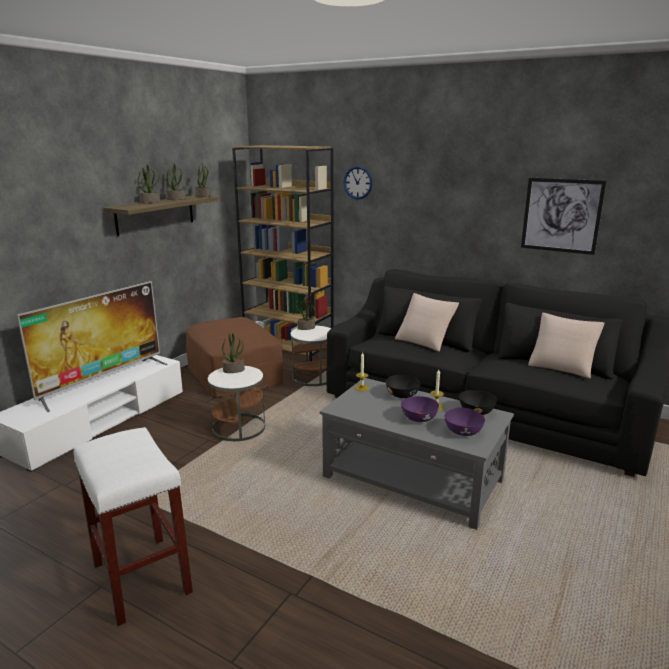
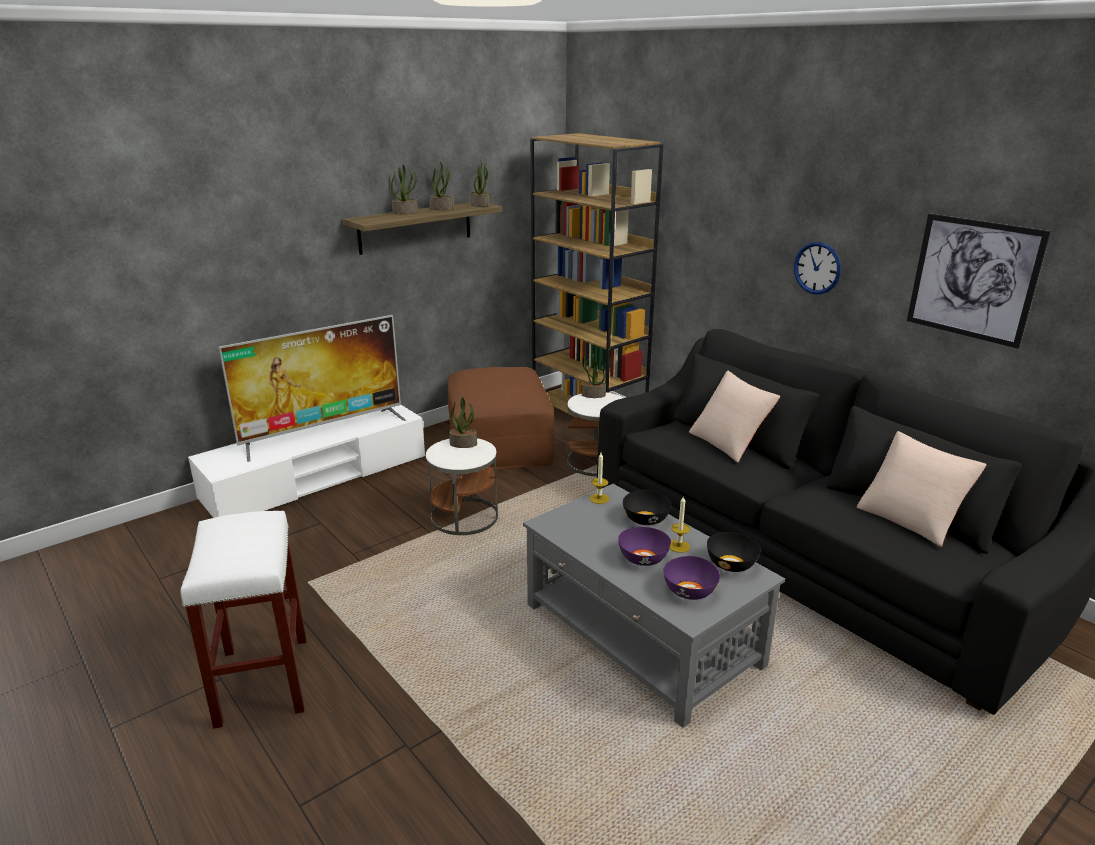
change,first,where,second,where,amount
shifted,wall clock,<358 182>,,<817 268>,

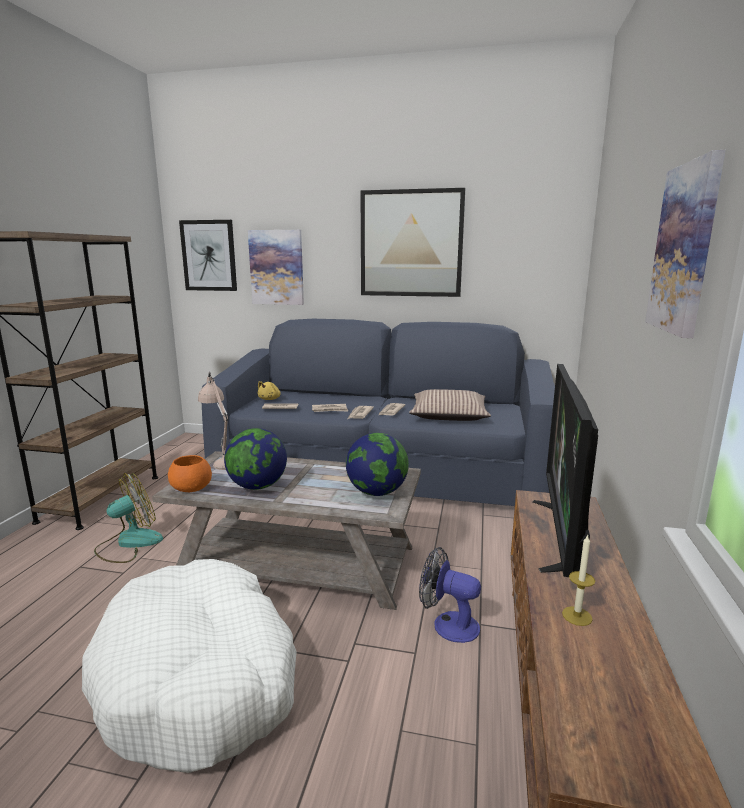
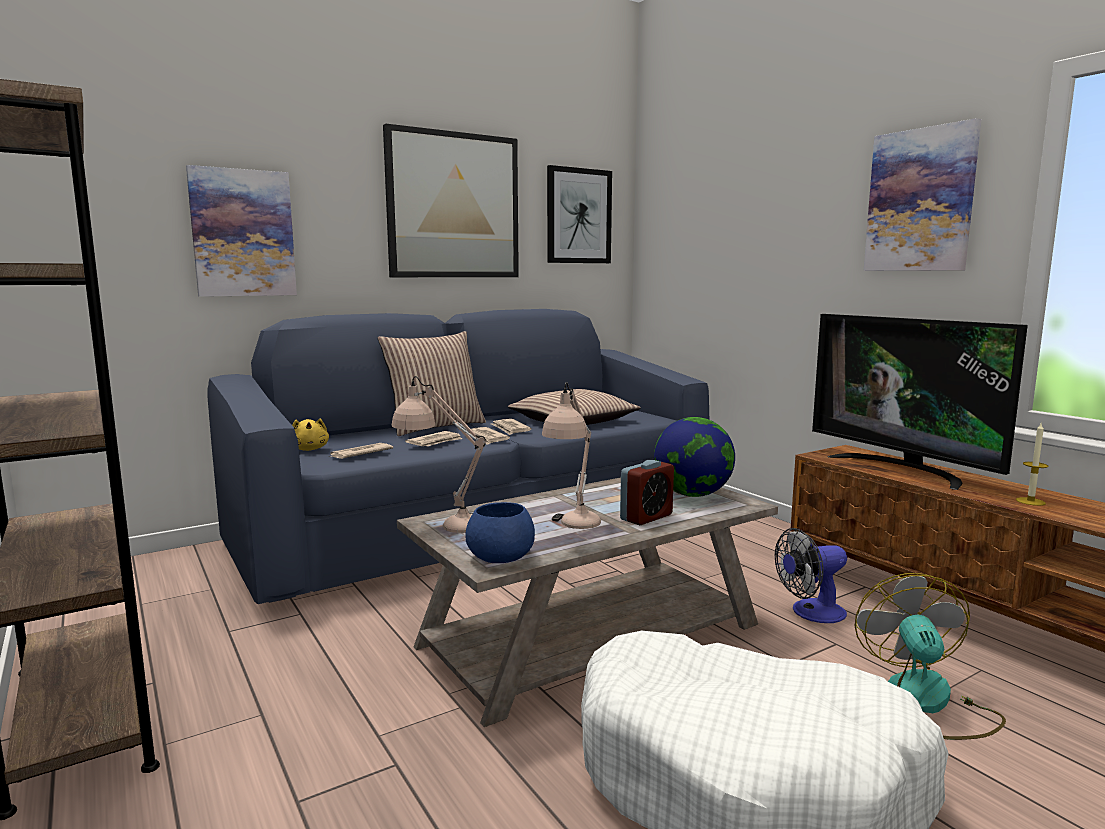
change,first,where,second,where,amount
shifted,fan,<129 543>,,<927 703>,
repainted,orange bowl,<192 488>,blue bowl,<502 557>,
shifted,picture,<209 255>,,<578 216>,
swapped,globe,<257 486>,beige table lamp,<572 529>,
new,,,pillow,<435 426>,
new,,,alarm clock,<646 517>,

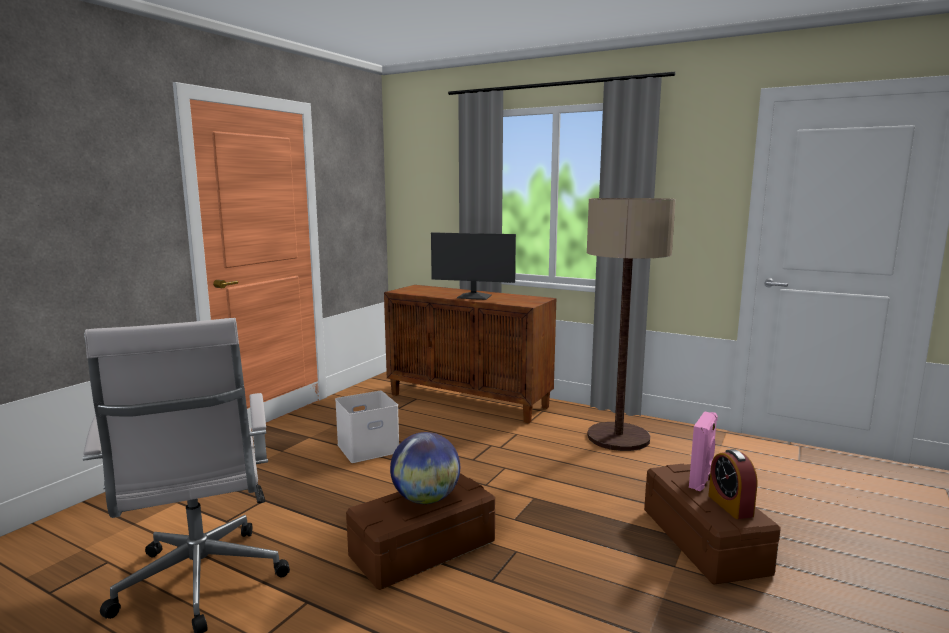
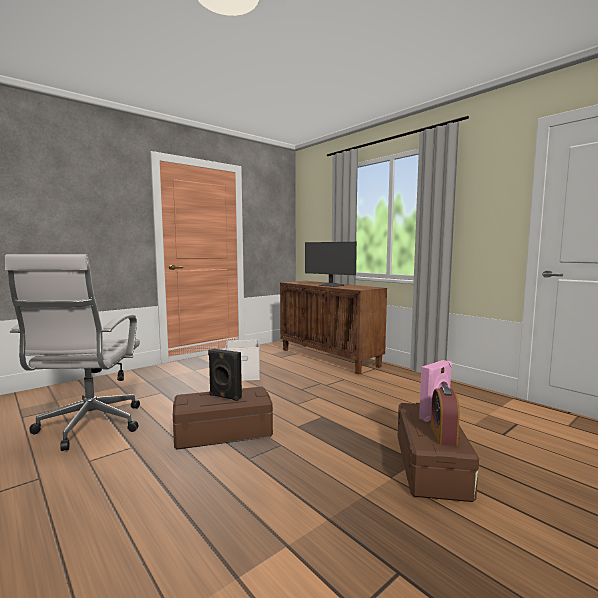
change,first,where,second,where,amount
swapped,globe,<426 499>,black speaker,<224 397>,
gone,floor lamp,<618 437>,,,

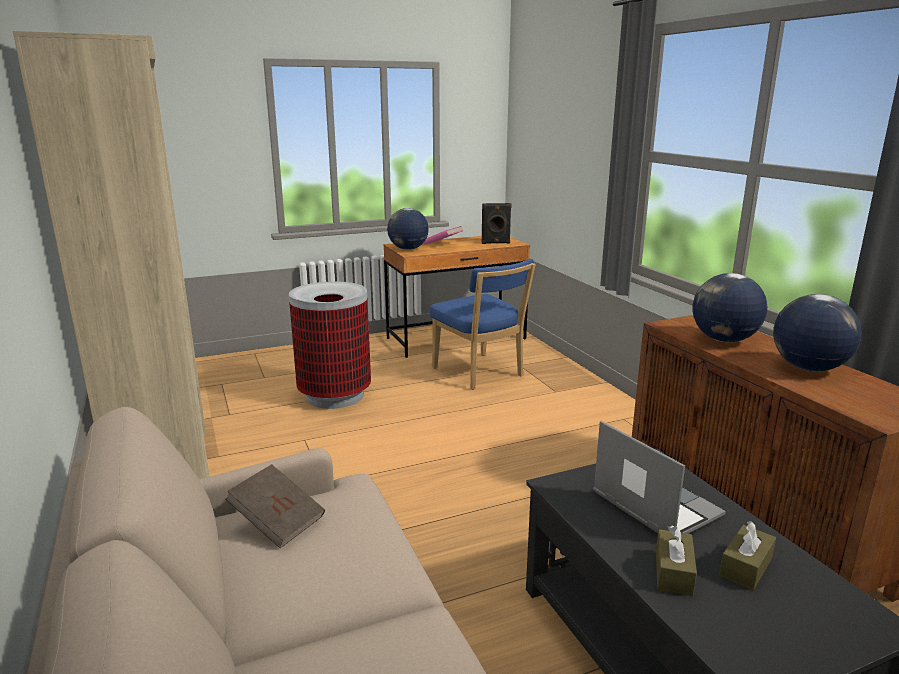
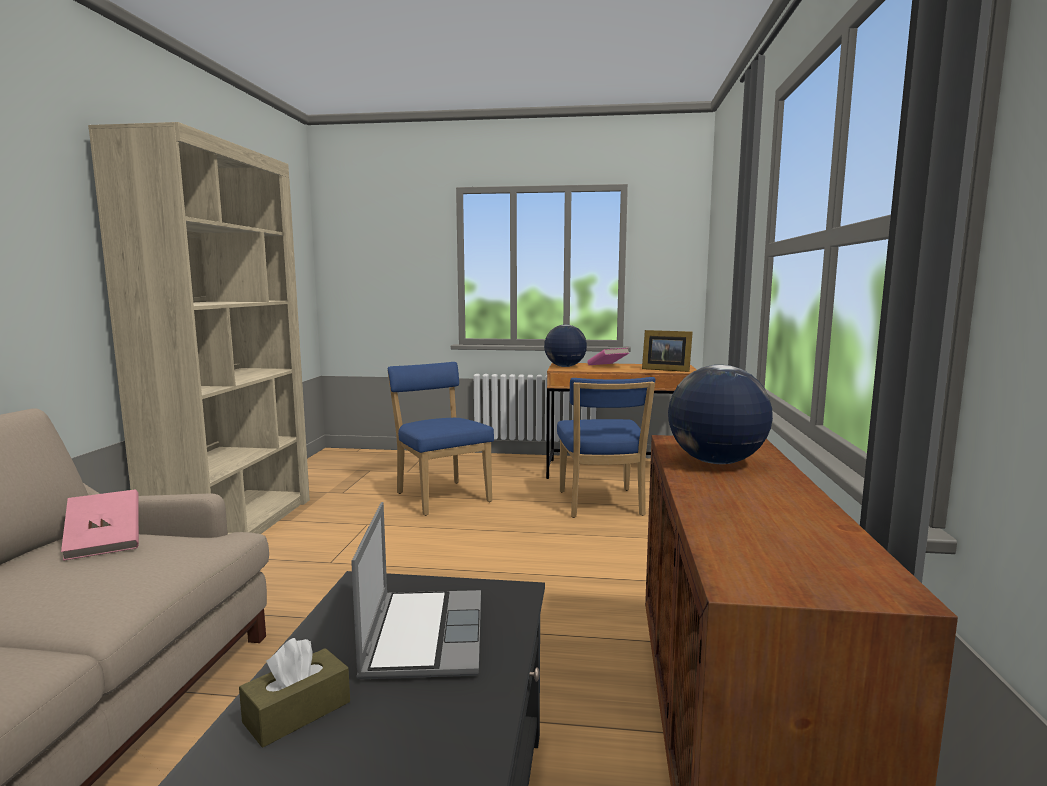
change,first,where,second,where,amount
repainted,brown book,<278 521>,pink book,<105 542>,
swapped,trash can,<334 395>,blue chair,<441 496>,
swapped,black speaker,<495 243>,picture frame,<665 369>,
gone,brown tissue box,<745 567>,,,
gone,globe,<808 368>,,,

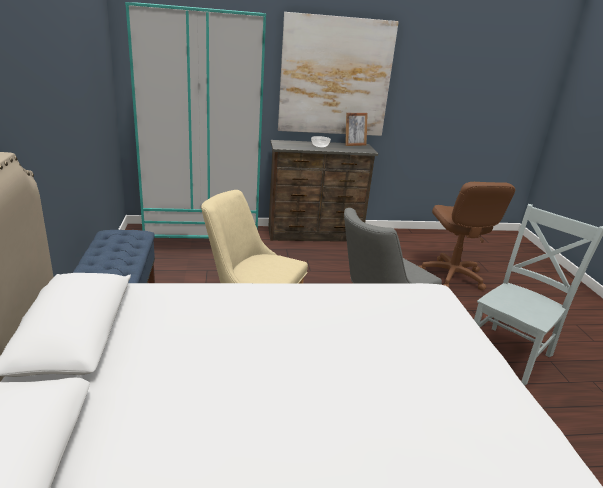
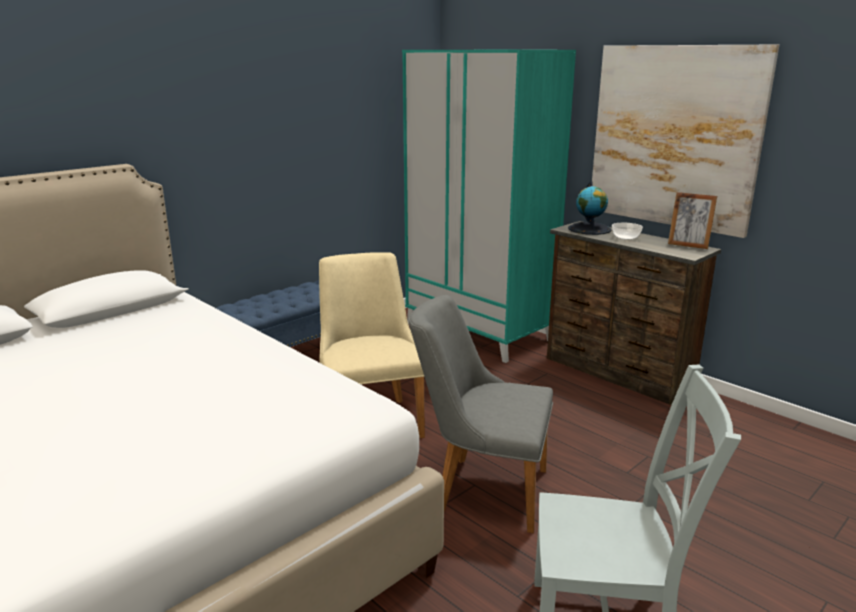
change,first,where,second,where,amount
gone,brown office chair,<451 276>,,,
new,,,globe,<589 229>,

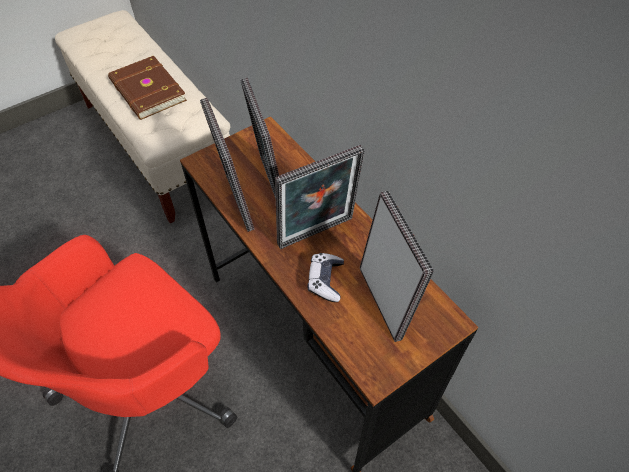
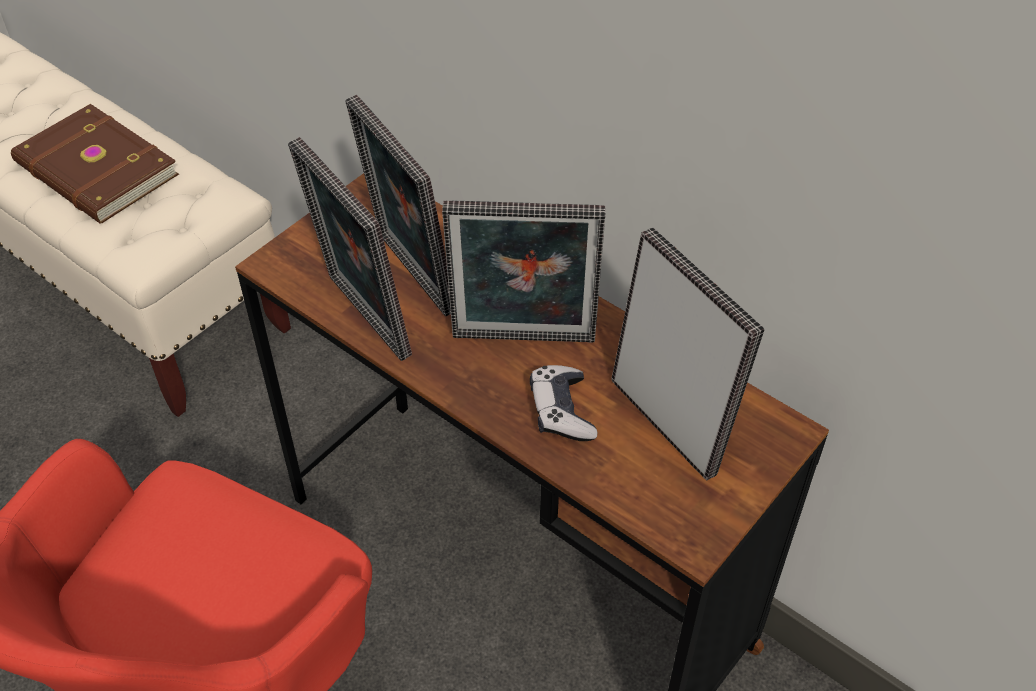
change,first,where,second,where,amount
rotated,picture frame,<317 235>,,<523 342>,45 degrees clockwise

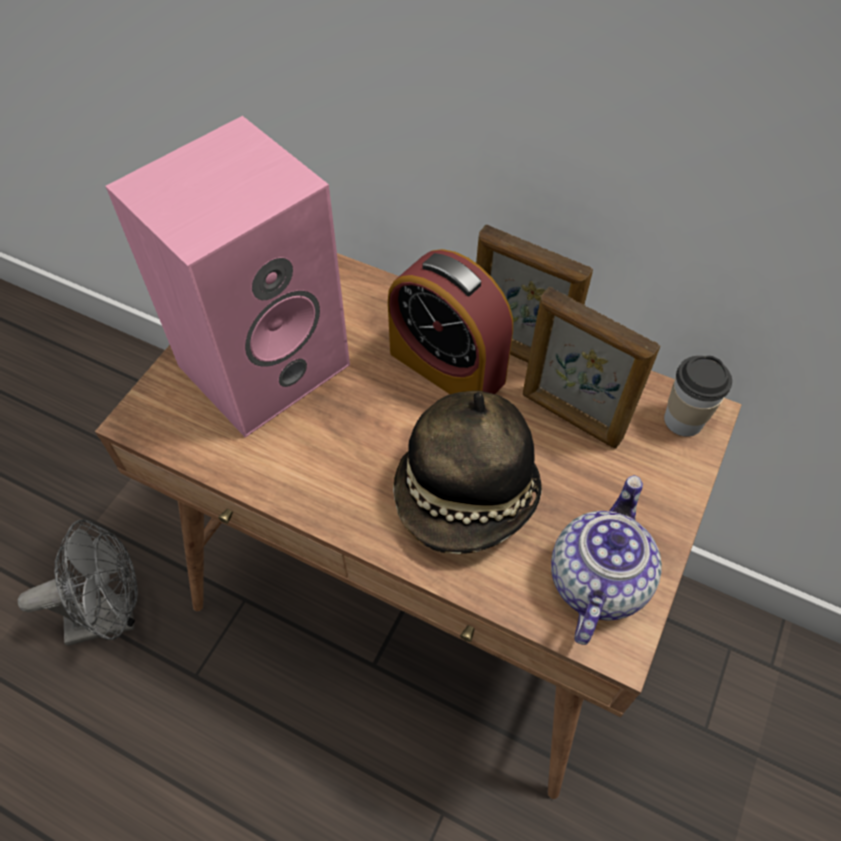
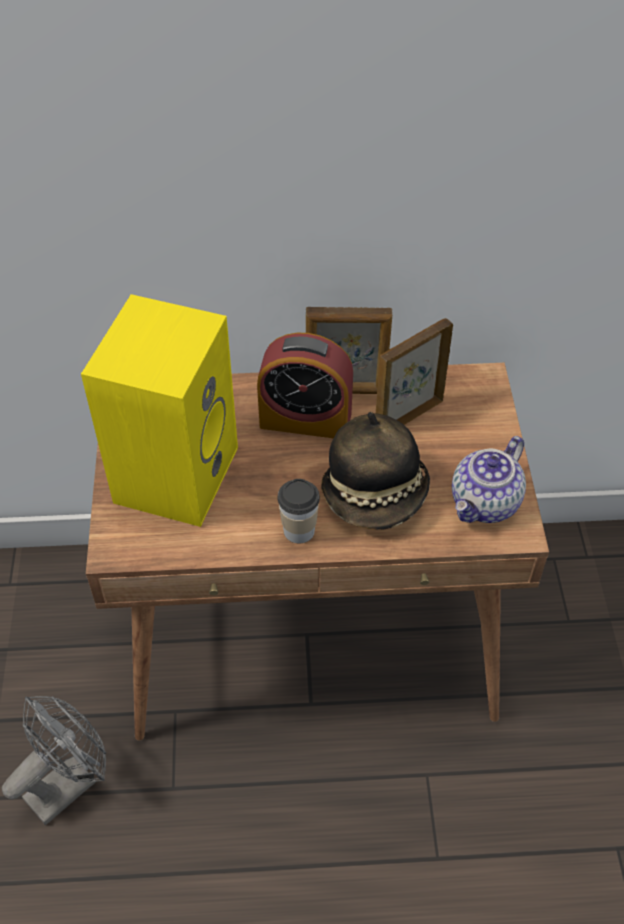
change,first,where,second,where,amount
repainted,pink speaker,<265 361>,yellow speaker,<175 471>,
rotated,picture frame,<571 417>,,<407 416>,135 degrees clockwise
rotated,teapot,<596 579>,,<485 503>,135 degrees counterclockwise
shifted,cup,<683 420>,,<299 531>,

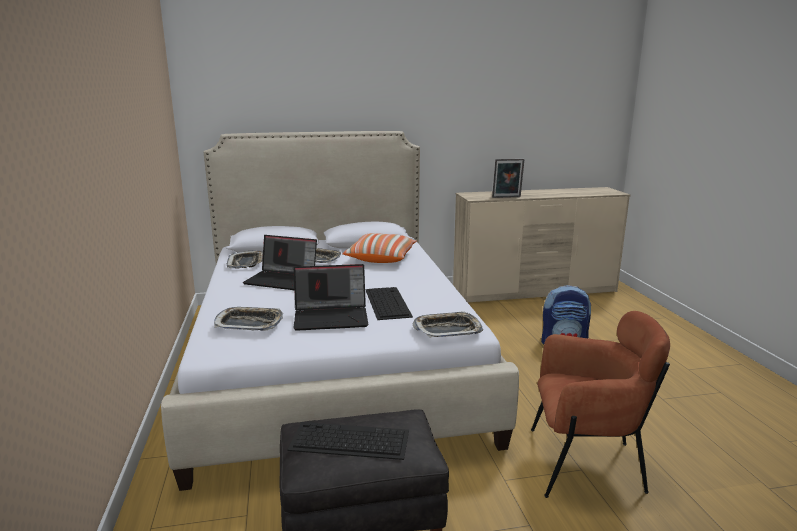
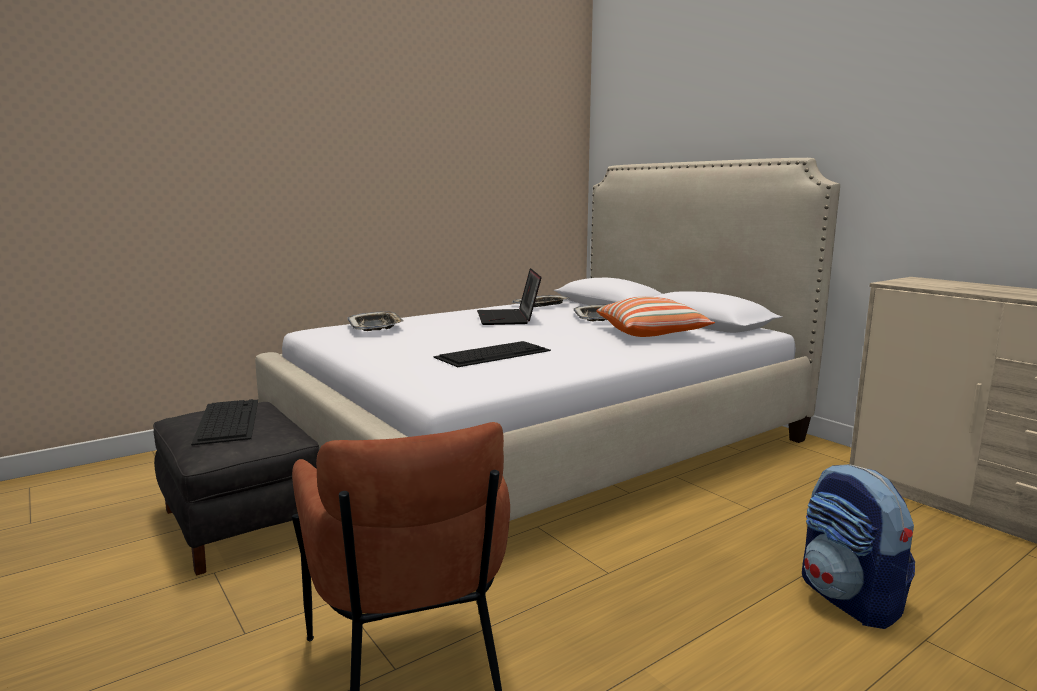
change,first,where,second,where,amount
gone,laptop,<332 317>,,,
gone,tray,<447 329>,,,
gone,picture frame,<507 197>,,,

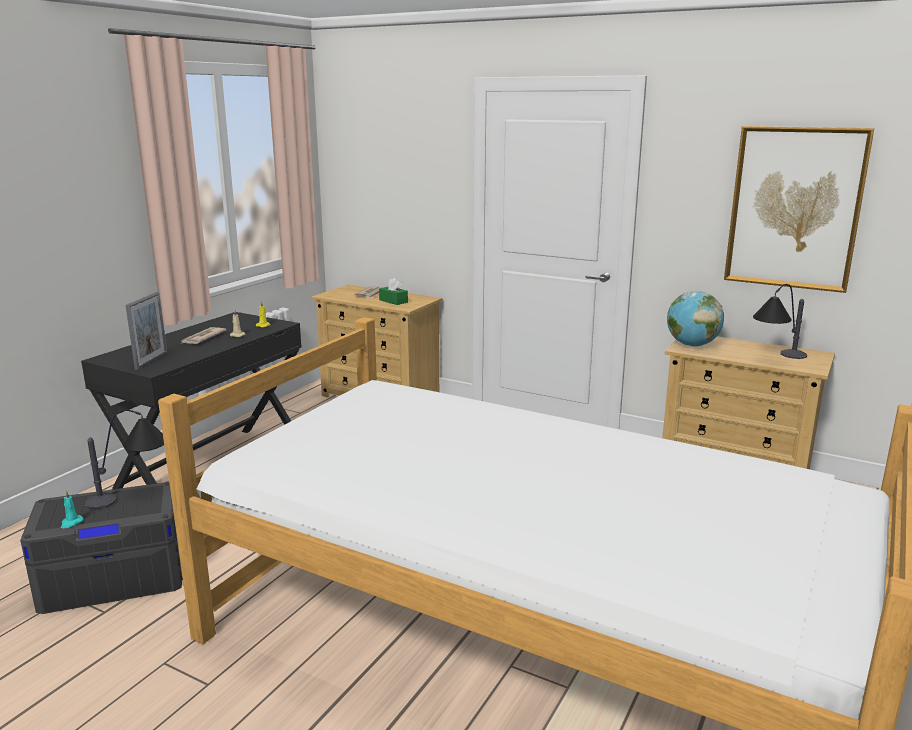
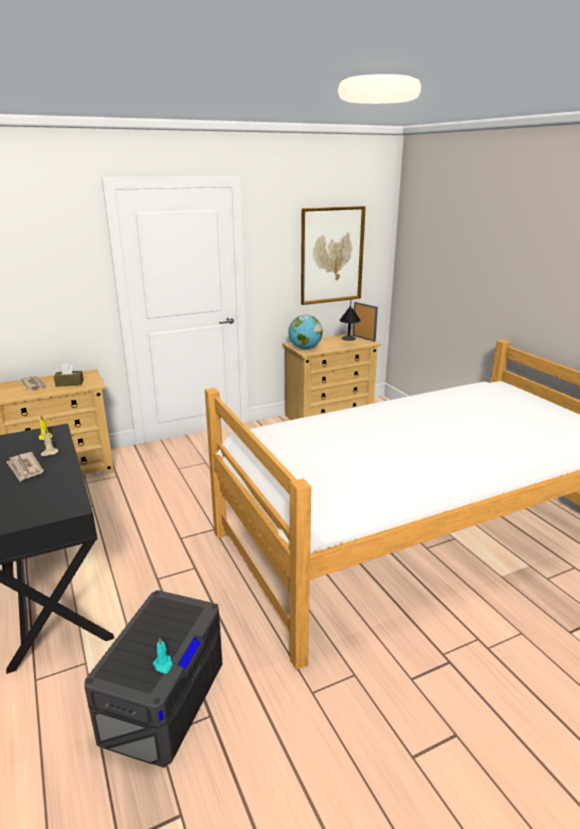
change,first,where,second,where,amount
gone,table lamp,<133 493>,,,
shifted,picture frame,<151 361>,,<364 338>,
repainted,green tissue box,<393 301>,brown tissue box,<69 383>,

